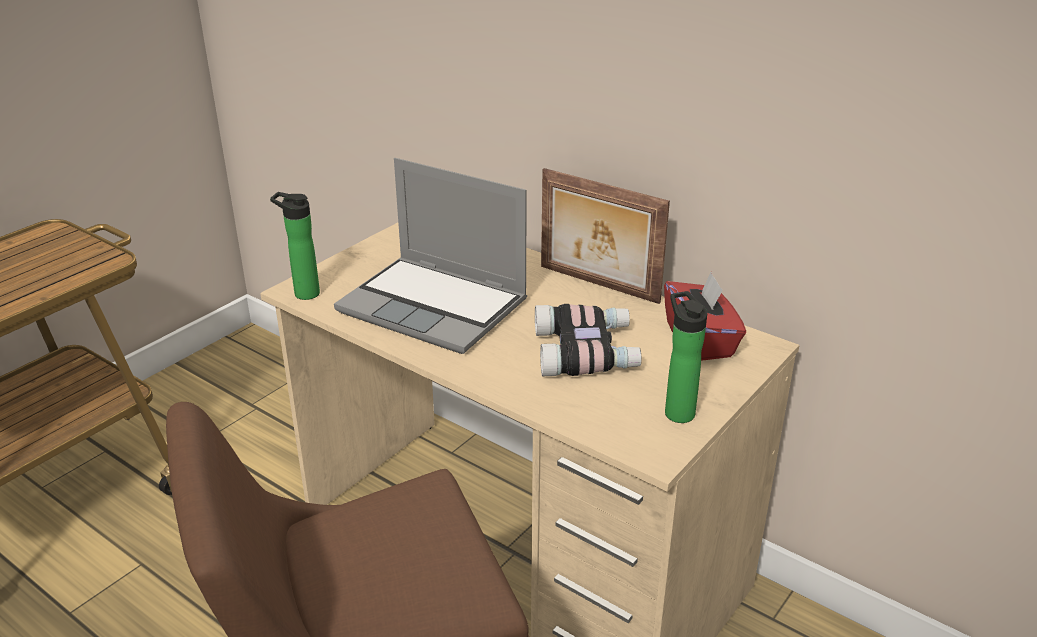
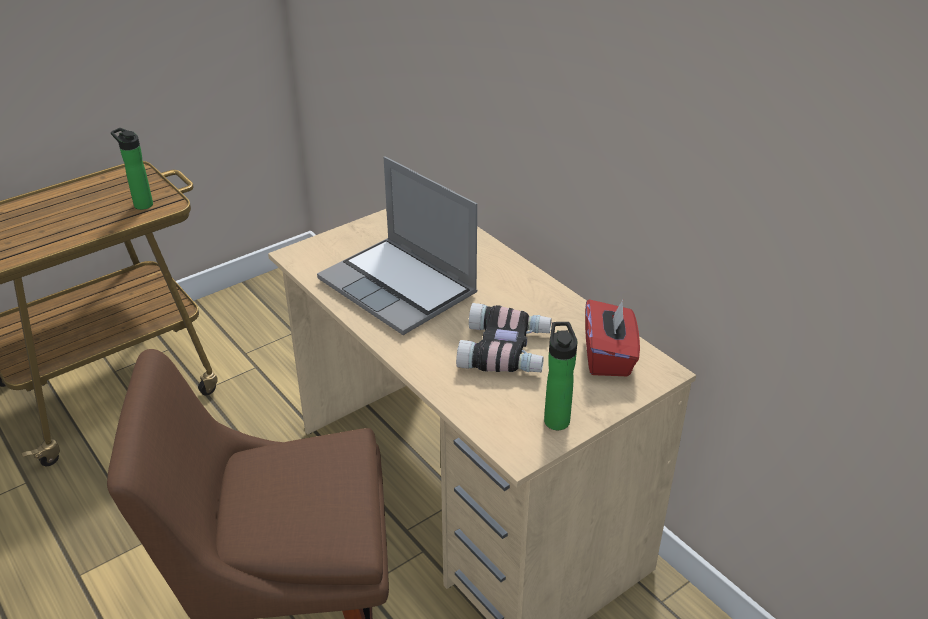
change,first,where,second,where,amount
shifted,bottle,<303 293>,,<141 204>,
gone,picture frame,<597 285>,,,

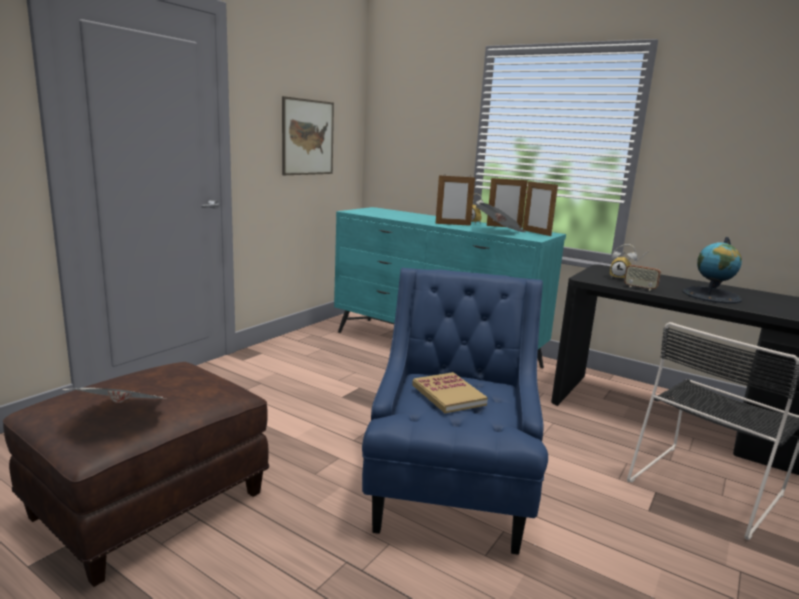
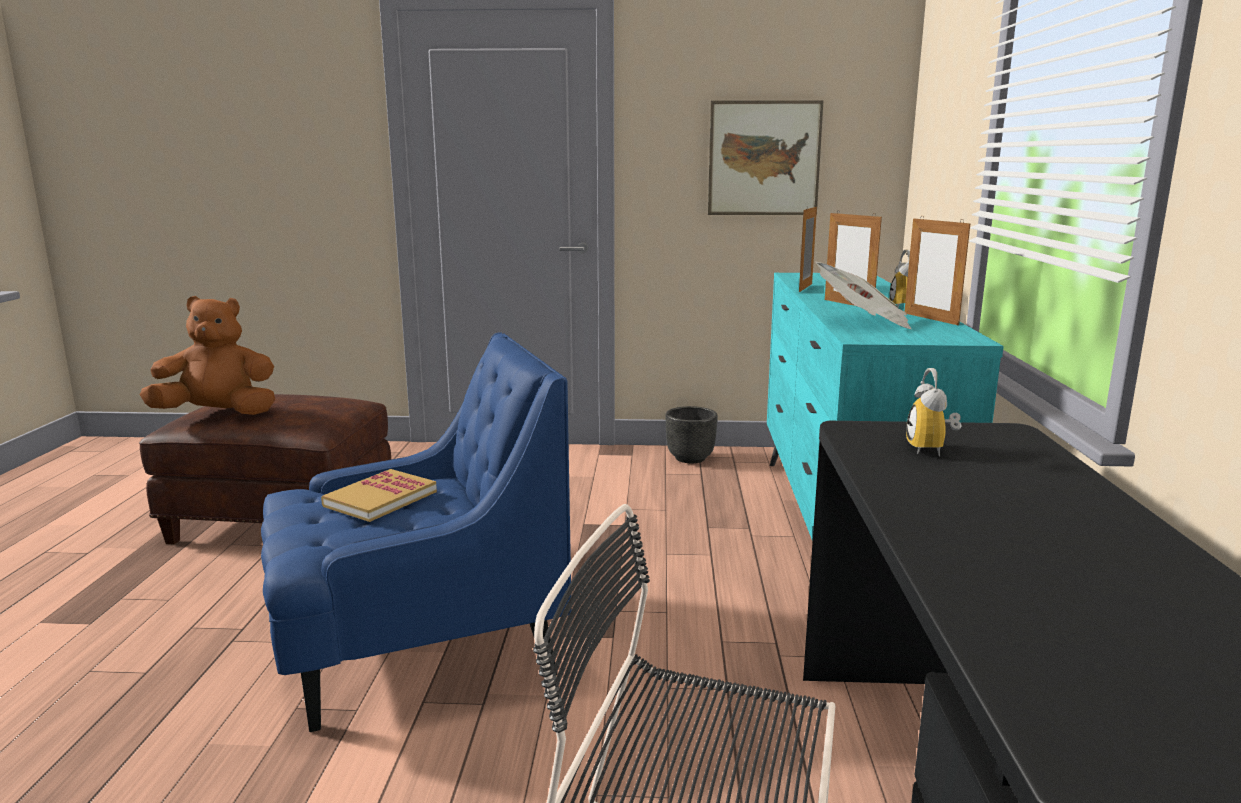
change,first,where,second,where,amount
swapped,newspaper,<123 416>,brown plush toy,<218 414>,
shifted,picture frame,<536 233>,,<805 287>,
gone,radio,<640 288>,,,
gone,globe,<711 295>,,,
new,,,black planter,<690 458>,

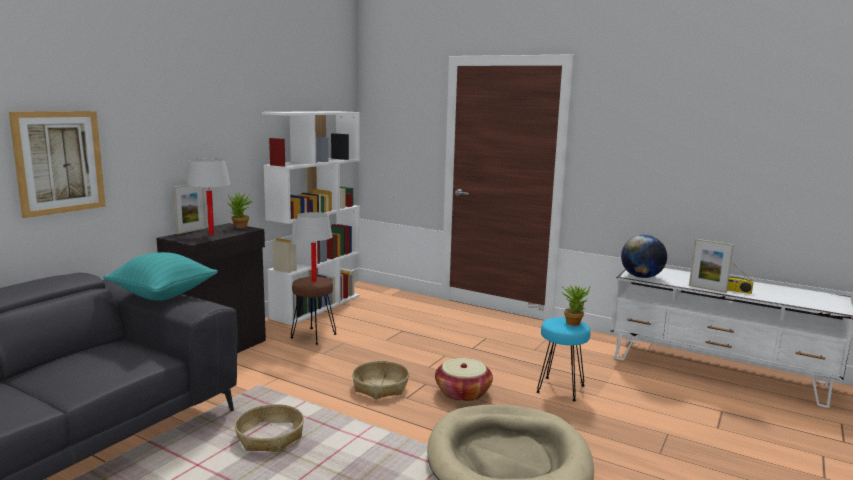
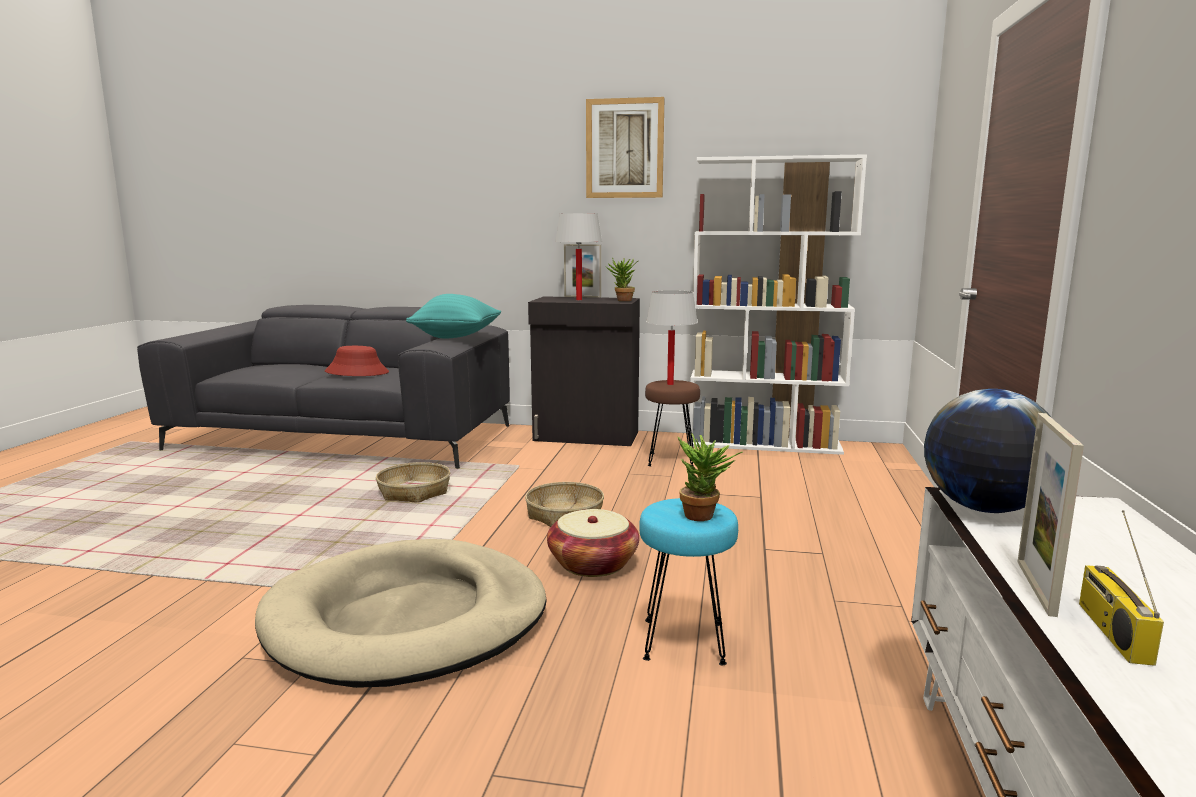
change,first,where,second,where,amount
shifted,picture,<59 162>,,<624 148>,
new,,,red hat,<357 372>,

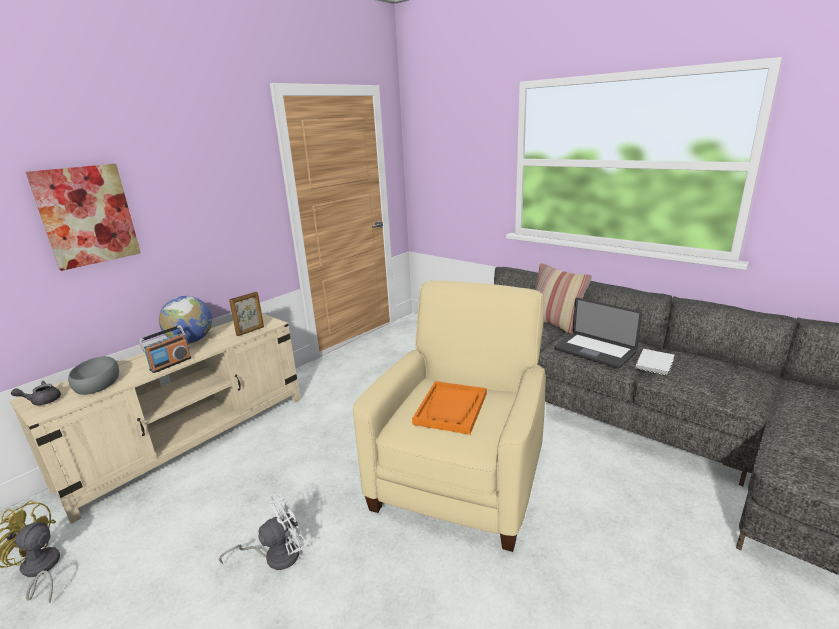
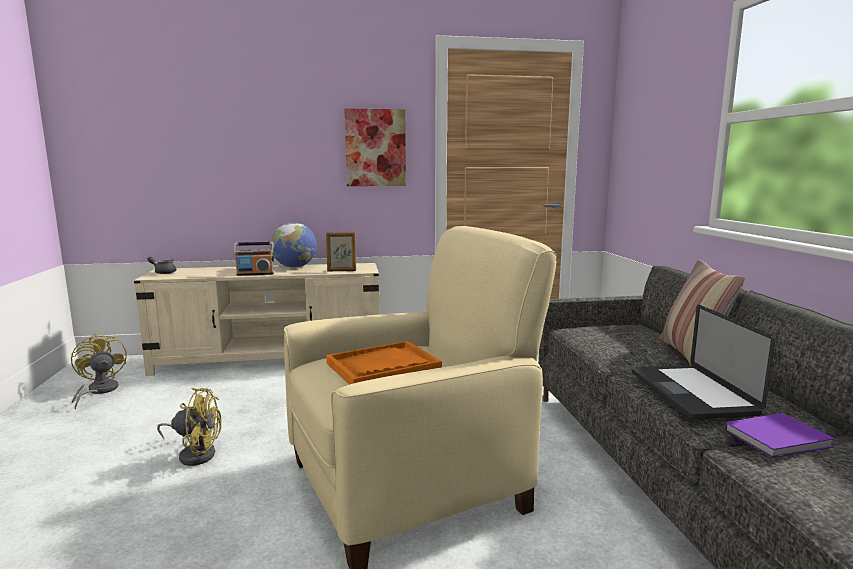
change,first,where,second,where,amount
shifted,picture,<87 215>,,<375 148>,
gone,grey bowl,<97 382>,,,
repainted,white fan,<276 555>,yellow fan,<195 454>,
repainted,white book,<655 363>,purple book,<780 439>,

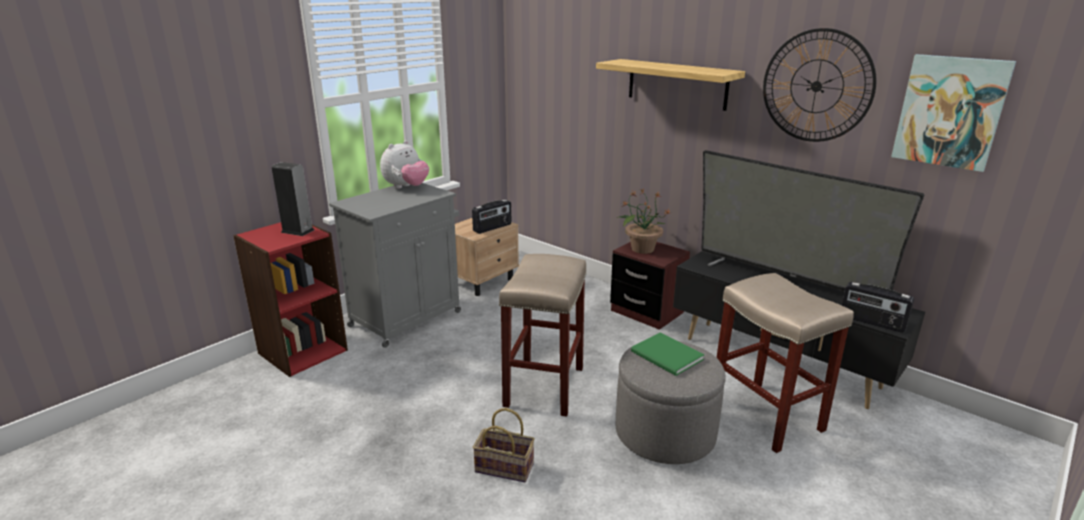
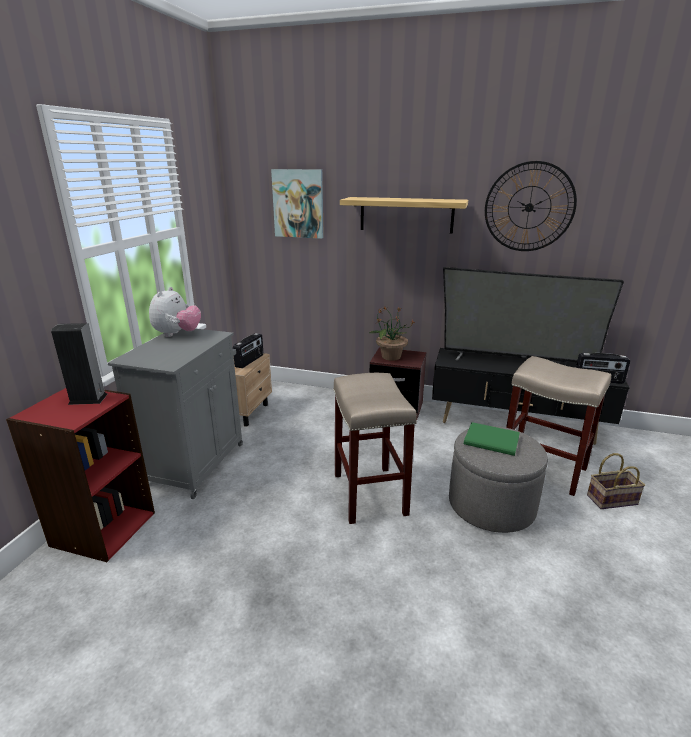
change,first,where,second,where,amount
shifted,basket,<506 467>,,<612 499>,
shifted,picture,<950 111>,,<298 204>,

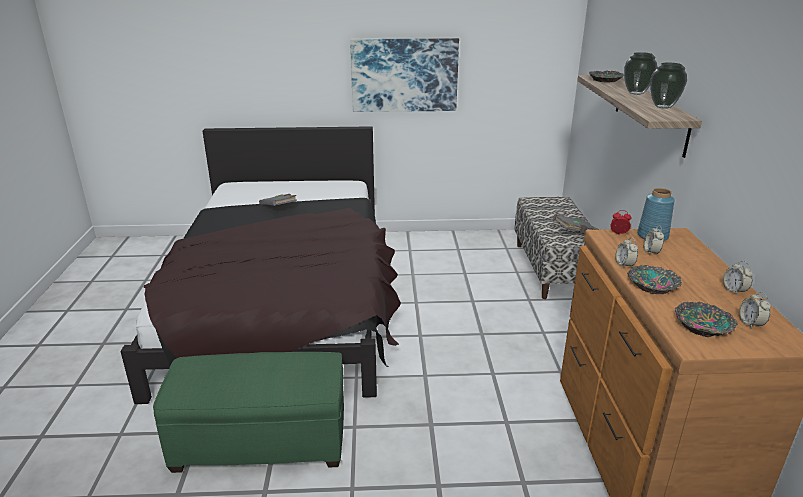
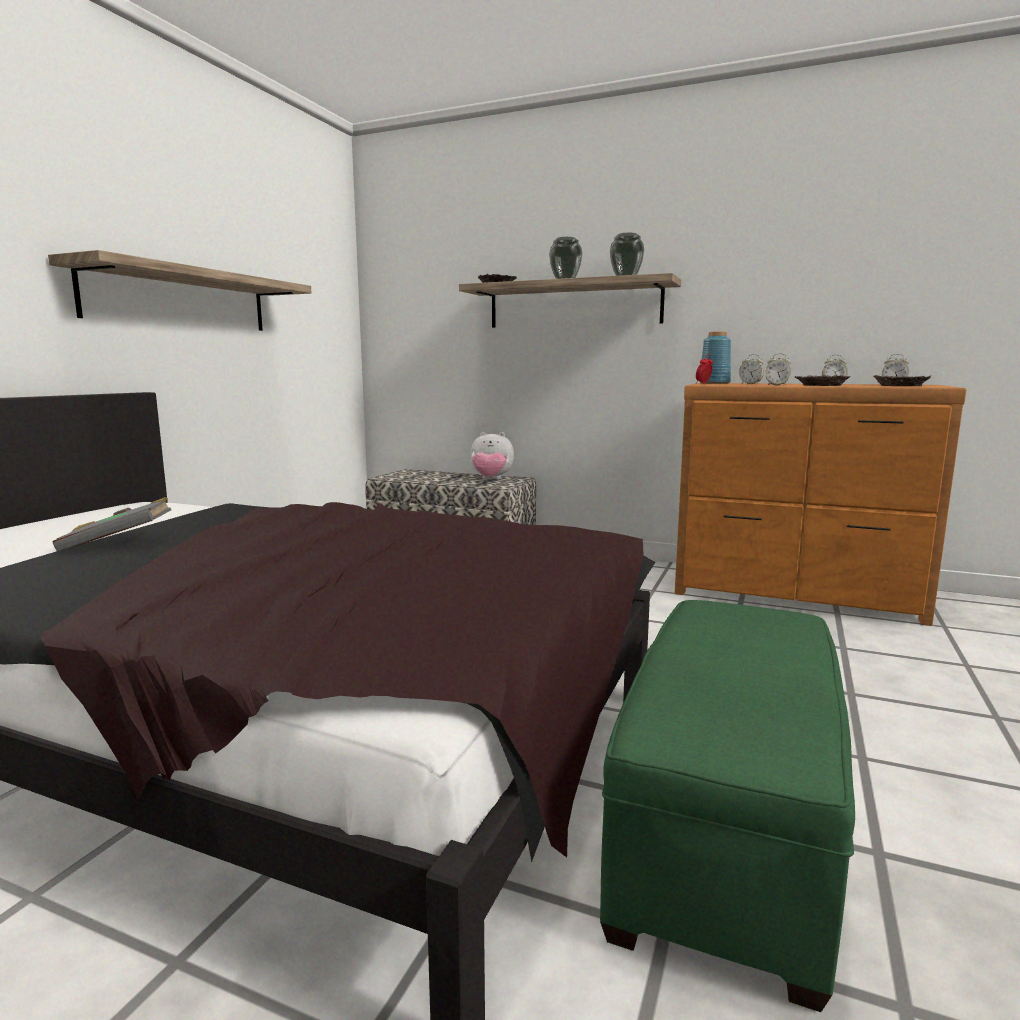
change,first,where,second,where,amount
swapped,picture,<404 75>,shelf,<180 299>,
swapped,grey book,<575 232>,plush toy,<491 479>,

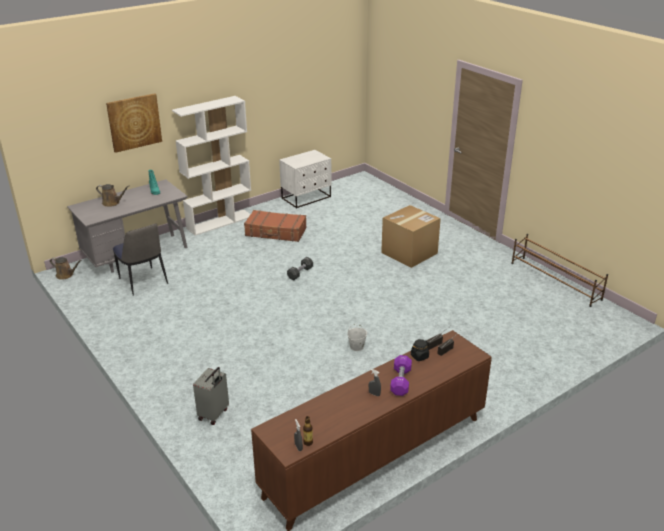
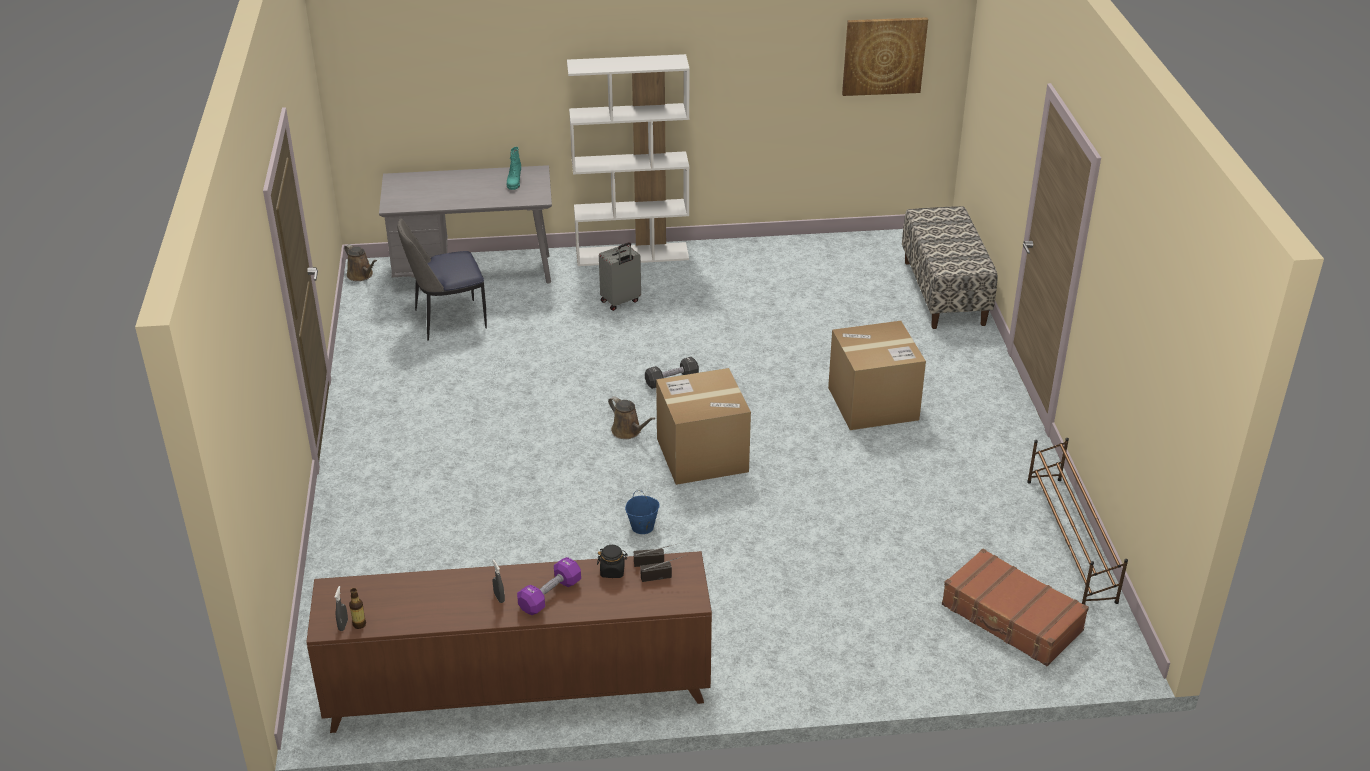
change,first,where,second,where,amount
shifted,brown watering can,<112 203>,,<628 431>,
shifted,picture,<134 122>,,<884 56>,
rotated,chair,<143 282>,,<448 320>,75 degrees clockwise
shifted,grey suitcase,<214 414>,,<620 301>,
shifted,brown suitcase,<276 232>,,<1011 618>,
gone,white nightstand,<306 198>,,,
repainted,white bucket,<356 347>,blue bucket,<642 527>,
new,,,cardboard box,<702 455>,
new,,,bench,<944 293>,

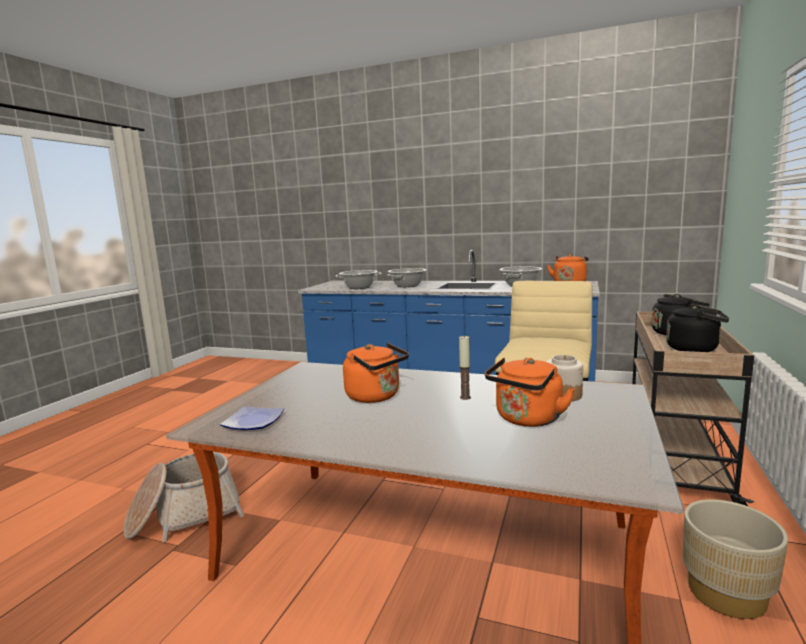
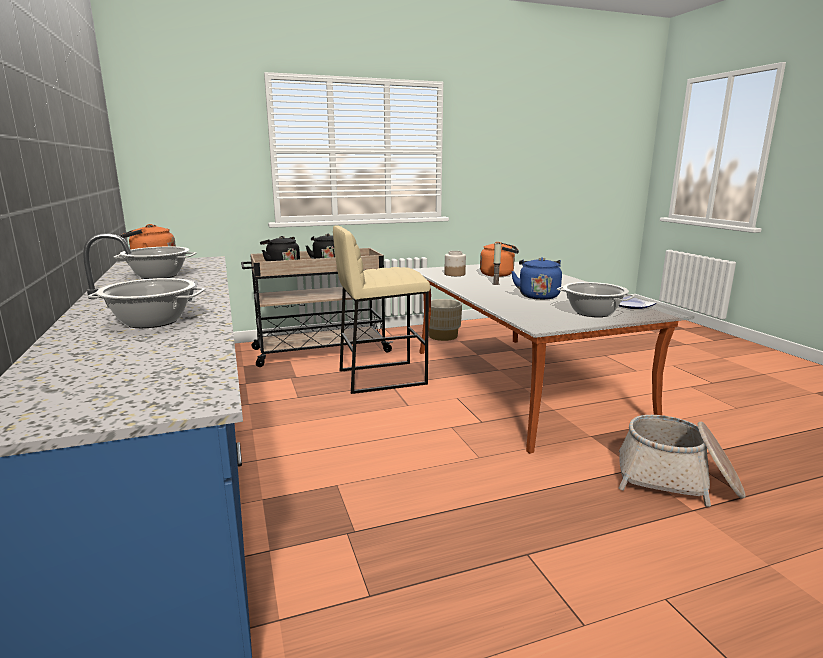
change,first,where,second,where,amount
shifted,cooking pot,<359 287>,,<593 312>,
repainted,orange kettle,<376 397>,blue kettle,<537 296>,

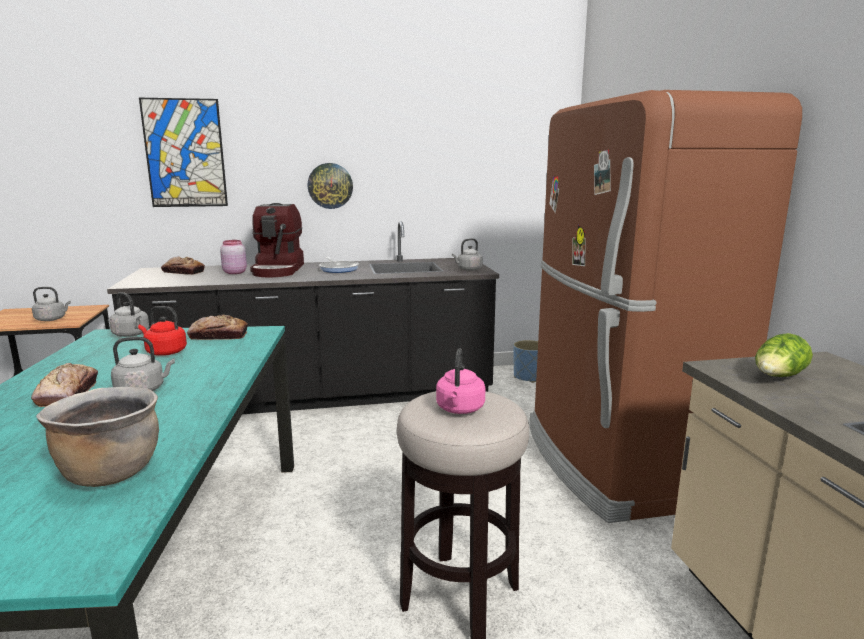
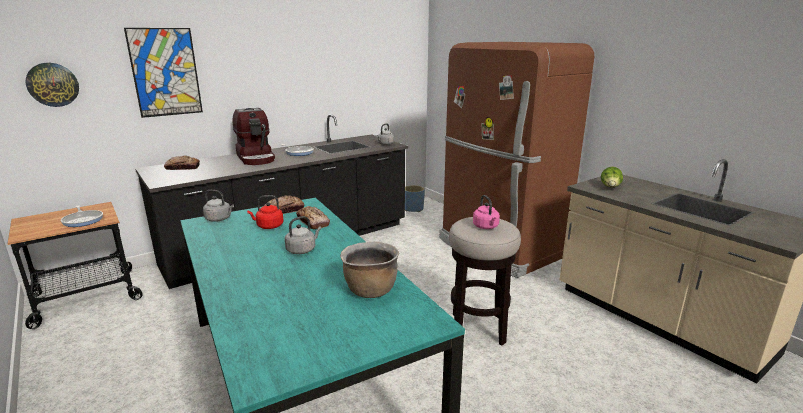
change,first,where,second,where,amount
shifted,bread,<68 393>,,<313 222>,
swapped,grey kettle,<52 319>,frying pan,<83 220>,
gone,pink jar,<234 272>,,,
shifted,wall clock,<330 186>,,<53 84>,

